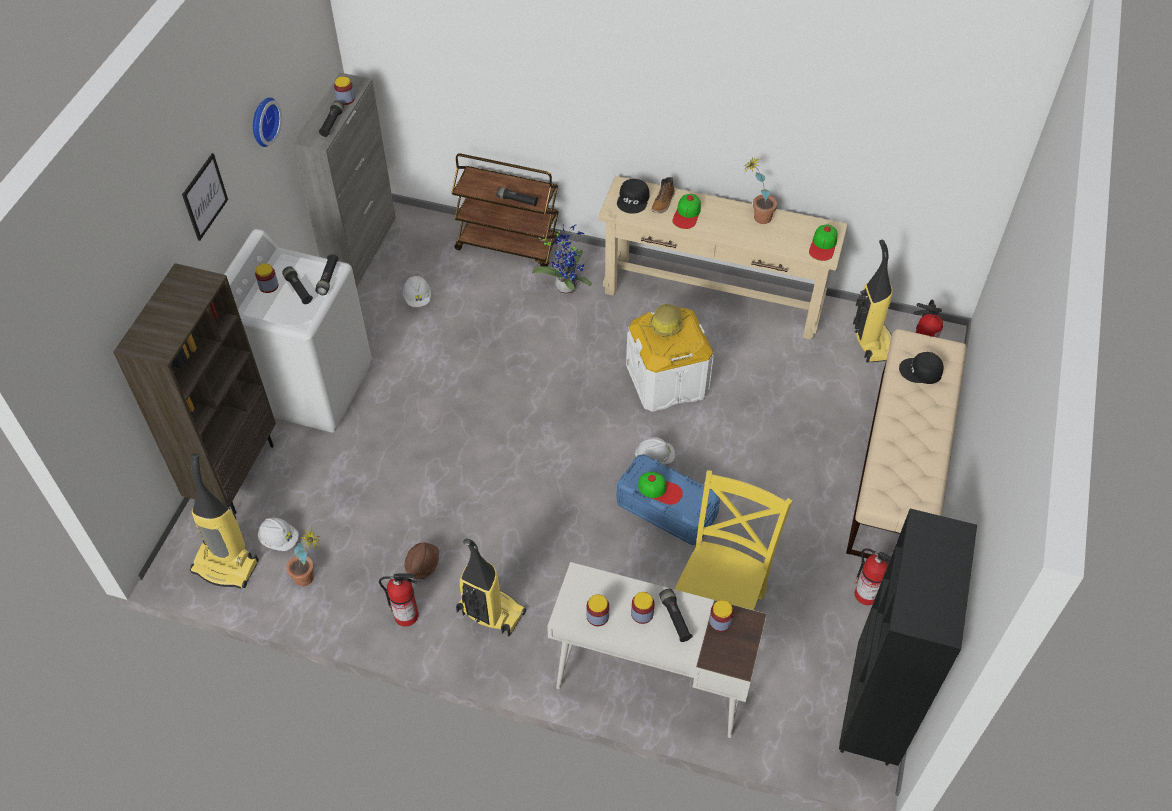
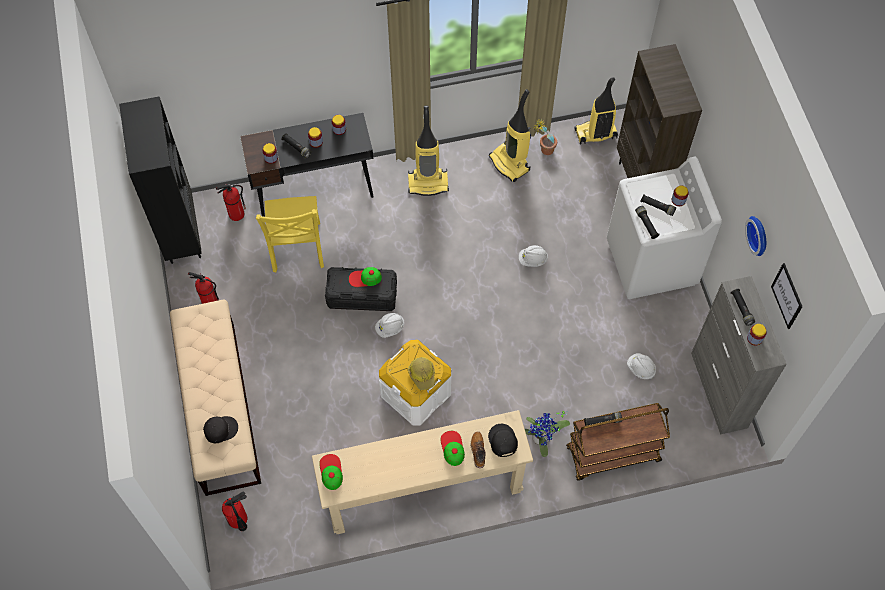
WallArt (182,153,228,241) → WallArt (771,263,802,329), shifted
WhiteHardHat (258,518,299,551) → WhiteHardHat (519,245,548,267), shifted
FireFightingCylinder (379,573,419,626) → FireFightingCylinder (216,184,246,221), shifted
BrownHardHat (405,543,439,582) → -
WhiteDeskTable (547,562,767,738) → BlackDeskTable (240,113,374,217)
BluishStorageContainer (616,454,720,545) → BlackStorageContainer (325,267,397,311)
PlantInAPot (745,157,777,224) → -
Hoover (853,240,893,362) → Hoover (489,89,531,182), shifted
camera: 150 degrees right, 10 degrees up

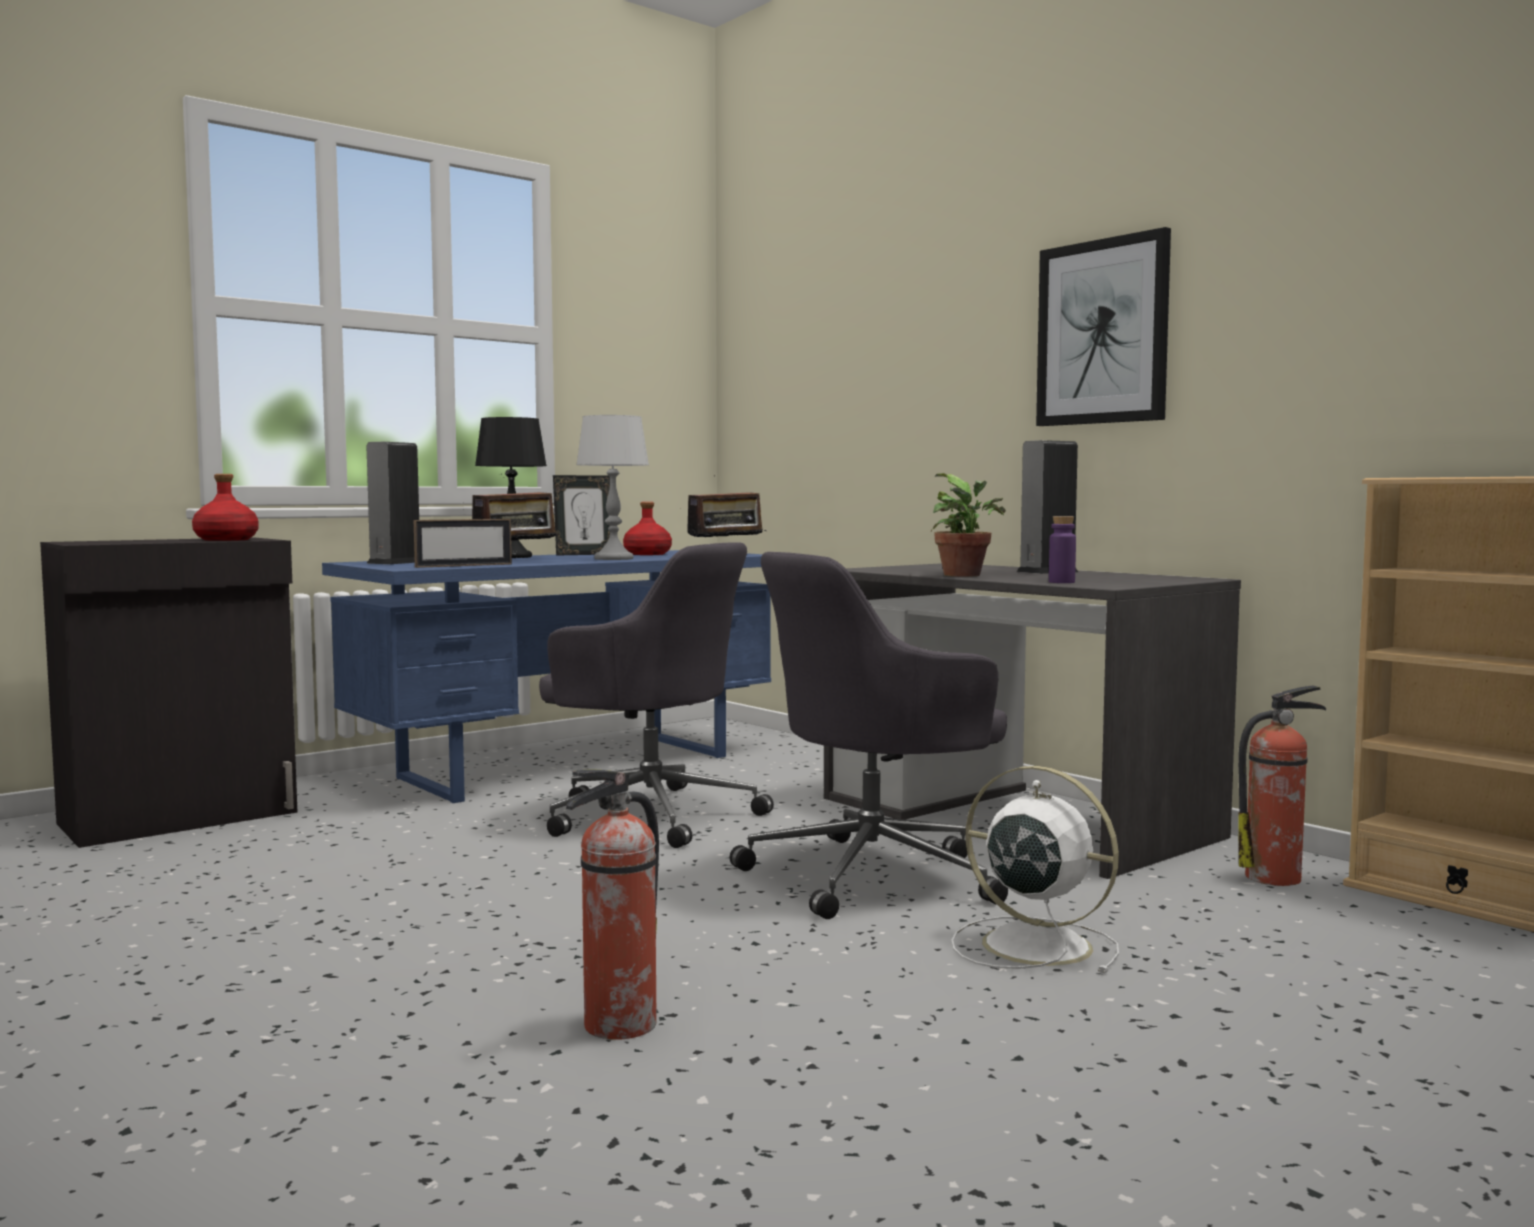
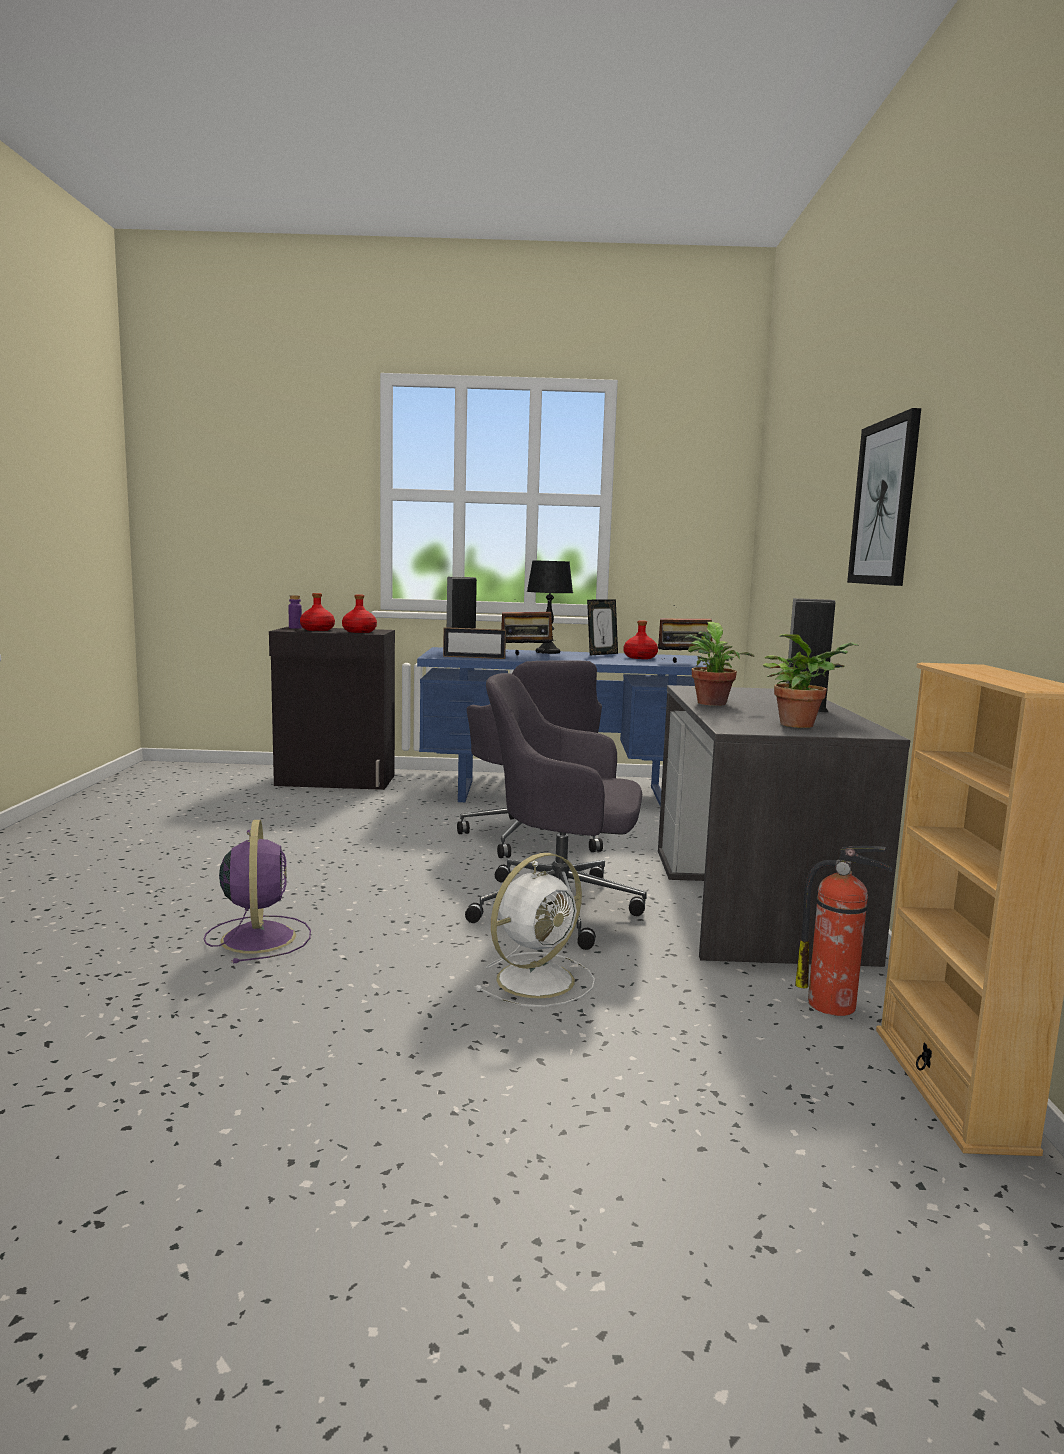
PictureFrame (553,475,610,556) → PictureFrame (587,599,618,655), 60 degrees counterclockwise
FireFightingCylinder (566,770,659,1040) → PurpleElectricFan (204,820,311,963)
GreyishTabletopLamp (576,415,649,560) → -
WhiteElectricFan (951,766,1119,974) → WhiteElectricFan (474,853,595,1007), 60 degrees clockwise
PurpleBeverageBottle (1049,516,1076,583) → PurpleBeverageBottle (289,595,302,629), shifted
- → ReddishBeverageBottle (300,593,335,631)
- → PlantInAPot (762,634,858,728)
camera: 40 degrees right, 5 degrees up

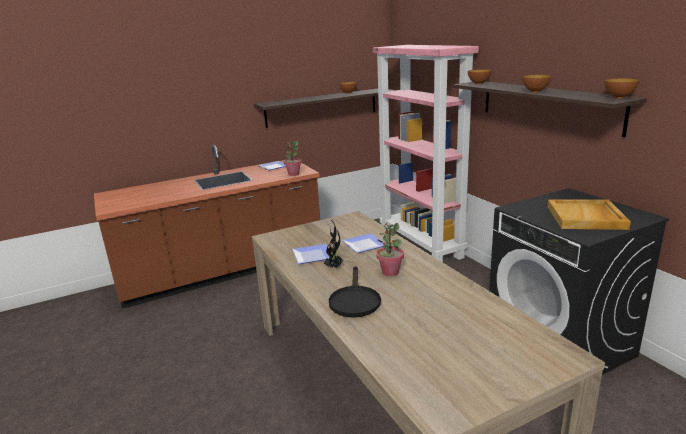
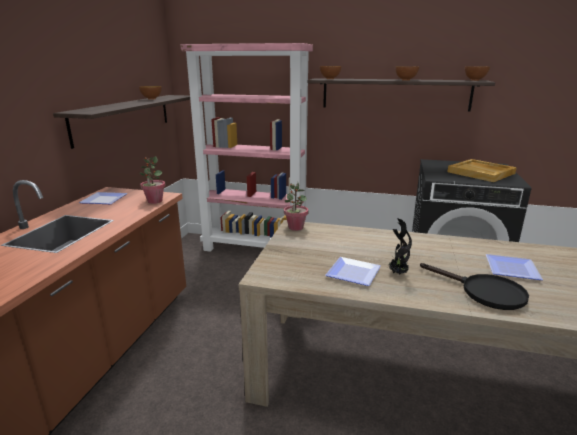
DinnerPlate (342,233,388,253) → DinnerPlate (486,254,543,280), shifted
PlantInAPot (376,223,404,276) → PlantInAPot (284,183,309,231), shifted
camera: 50 degrees left, 0 degrees up

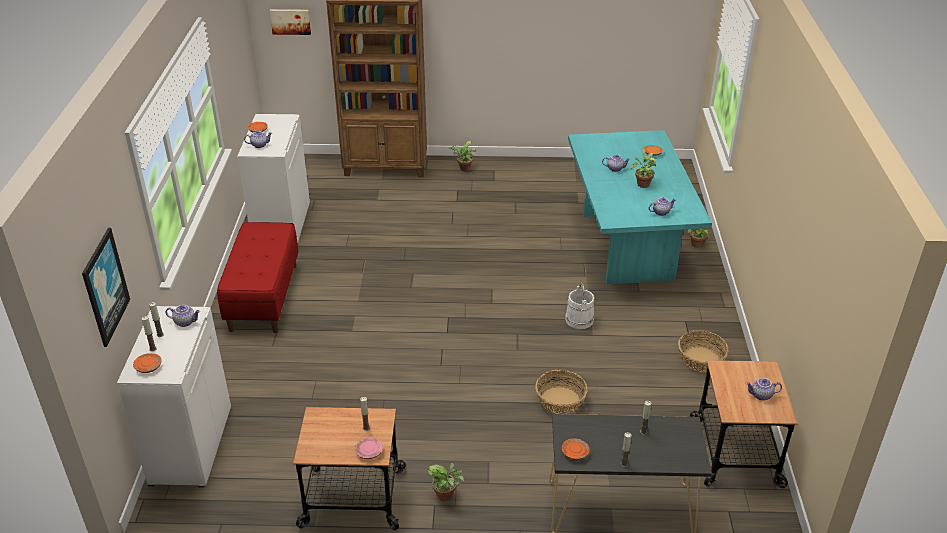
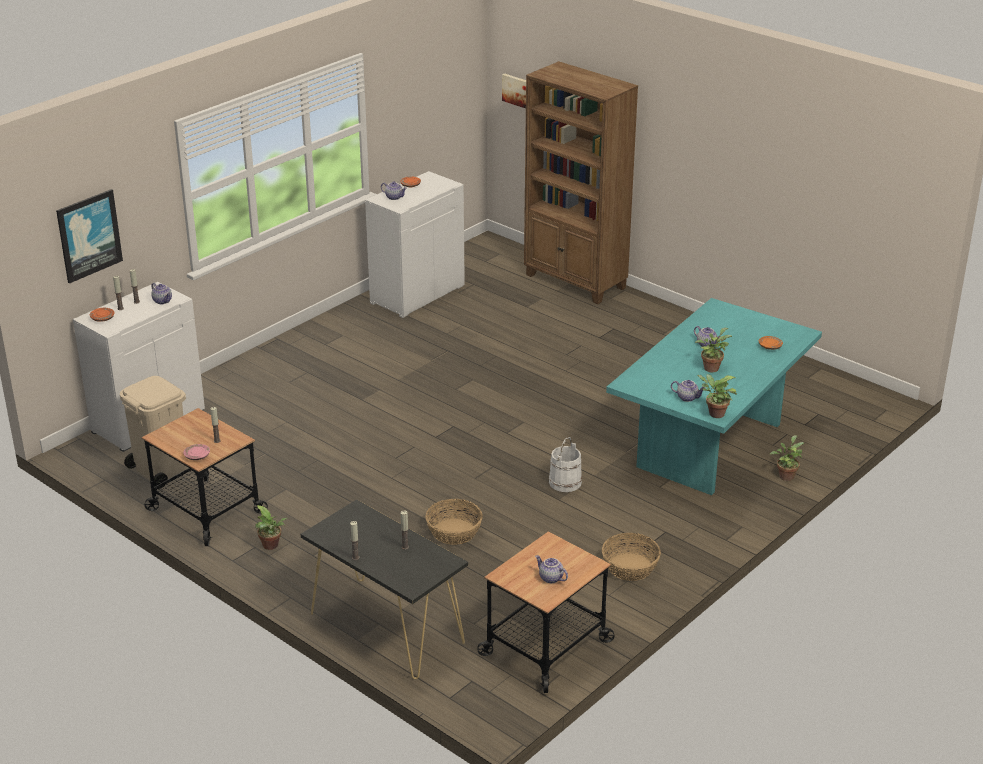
ReddishIndoorBench (217,222,299,333) → -
PlantInAPot (450,141,476,171) → PlantInAPot (697,374,737,418), shifted
OrangeColouredDinnerPlate (562,438,590,460) → -
- → BeigeRubbishBin (120,376,188,489)
camera: 40 degrees right, 5 degrees down

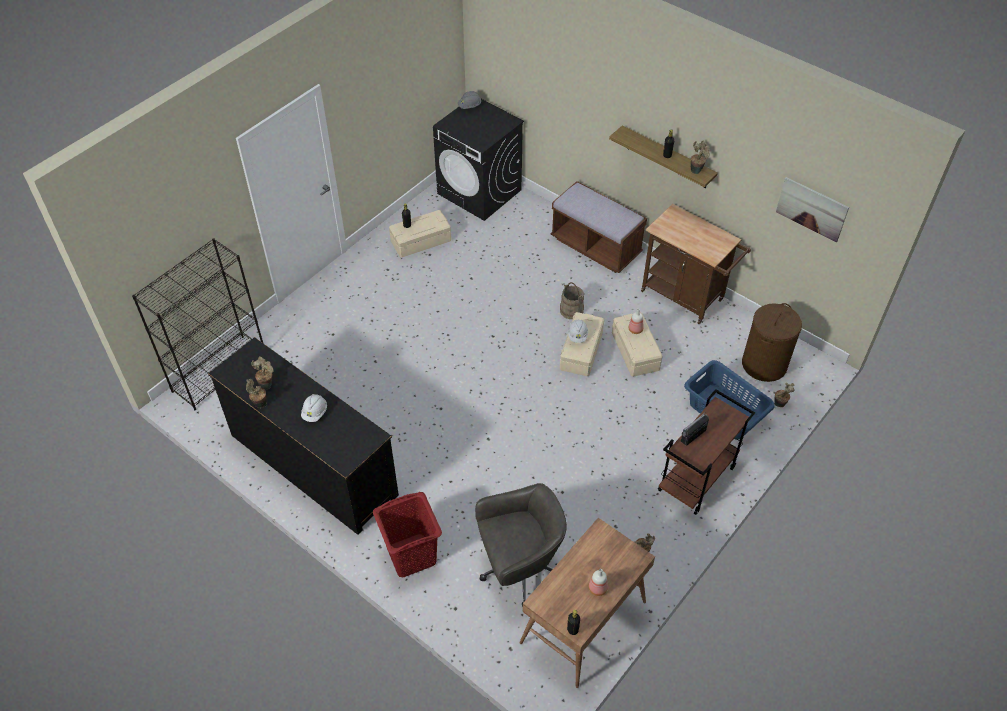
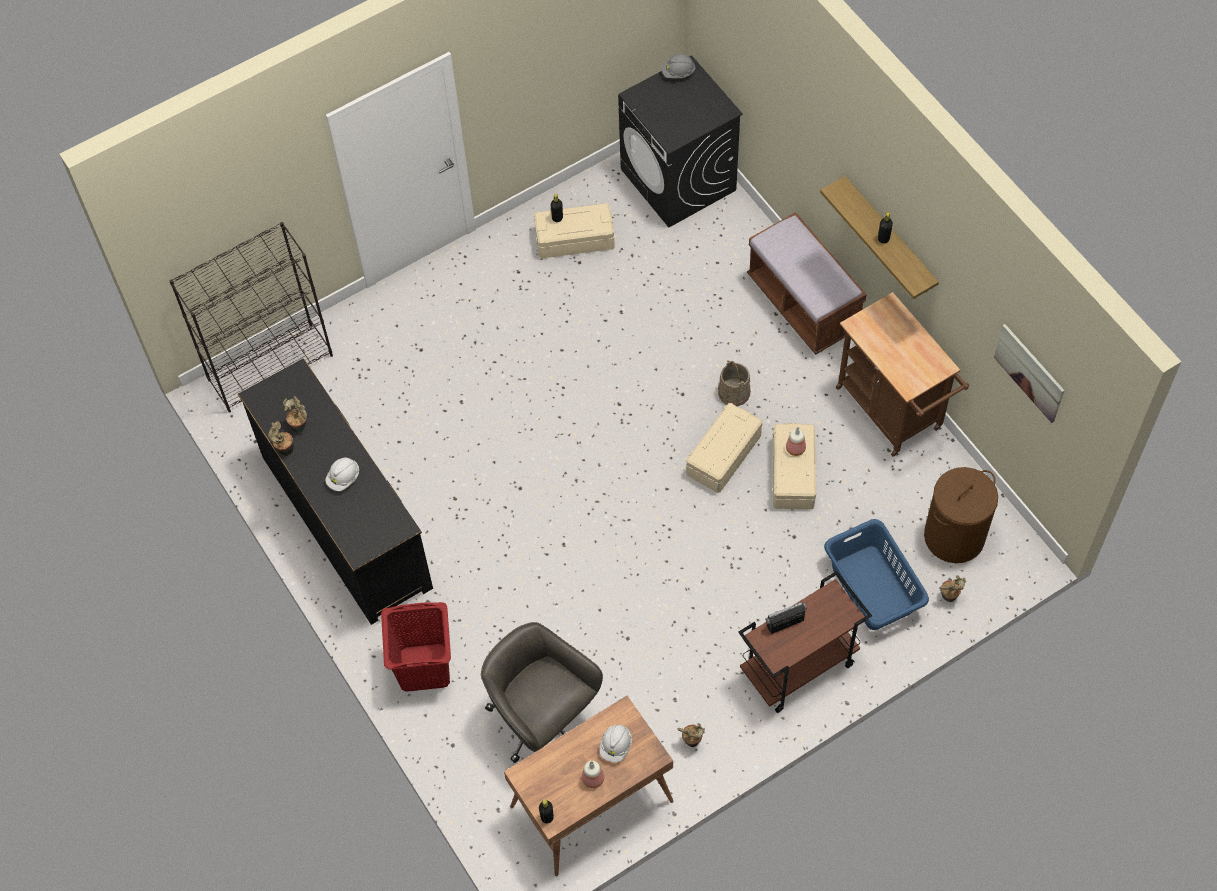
GreyishDeskChair (475,483,567,607) → GreyishDeskChair (481,622,603,763), 135 degrees counterclockwise
WhiteHardHat (568,320,588,343) → WhiteHardHat (600,725,632,763), shifted
PlantInAPot (691,141,710,174) → -
camera: 20 degrees right, 10 degrees up

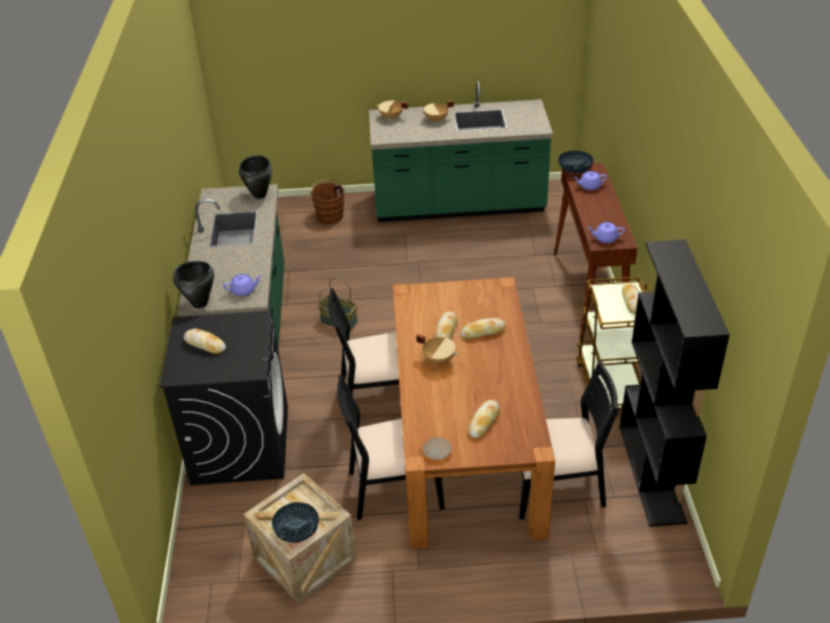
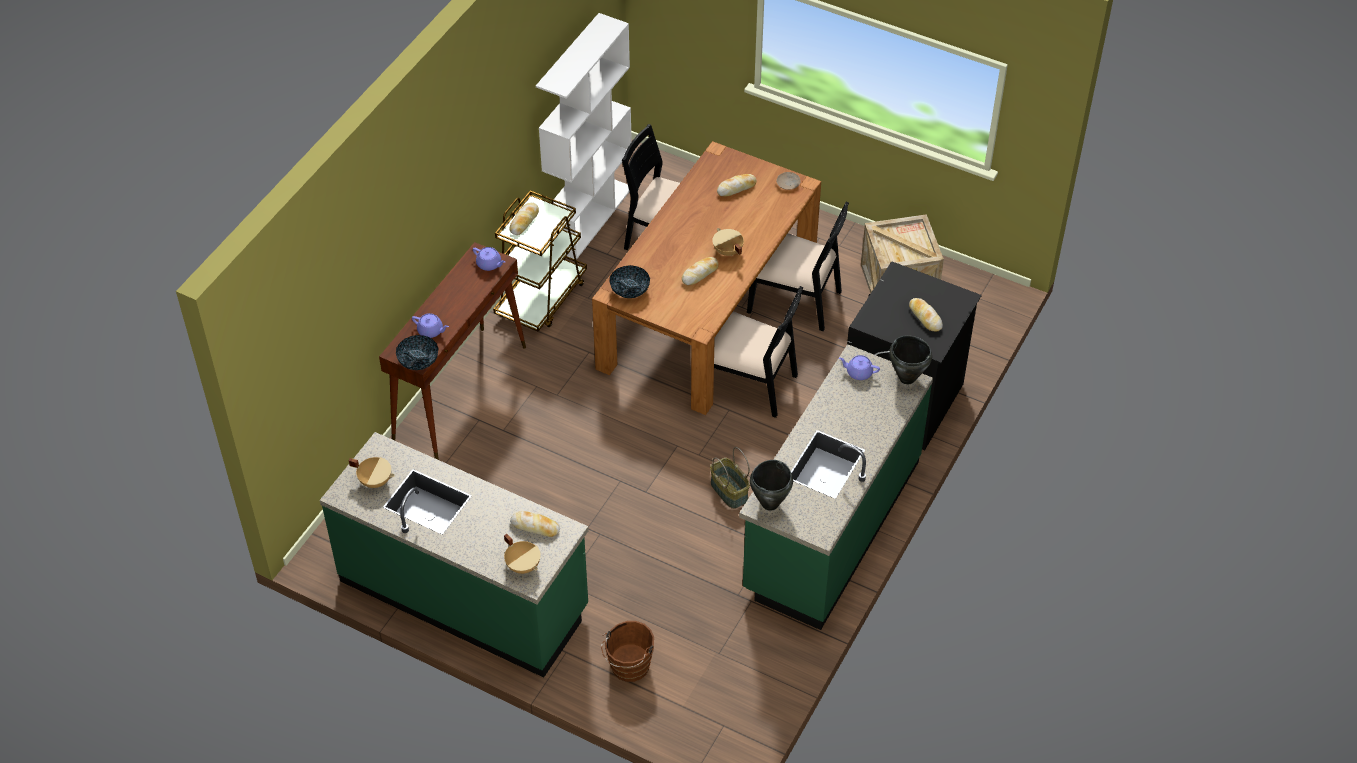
Bowl (272,502,319,543) → Bowl (610,265,650,298), shifted
BeigeSaucepot (421,100,454,123) → BeigeSaucepot (349,457,395,488), shifted
BakedBread (461,318,506,339) → BakedBread (510,511,560,537), shifted
BlackShelvingUnit (620,239,730,527) → WhiteShelvingUnit (536,13,632,260)
camera: 150 degrees left, 10 degrees up

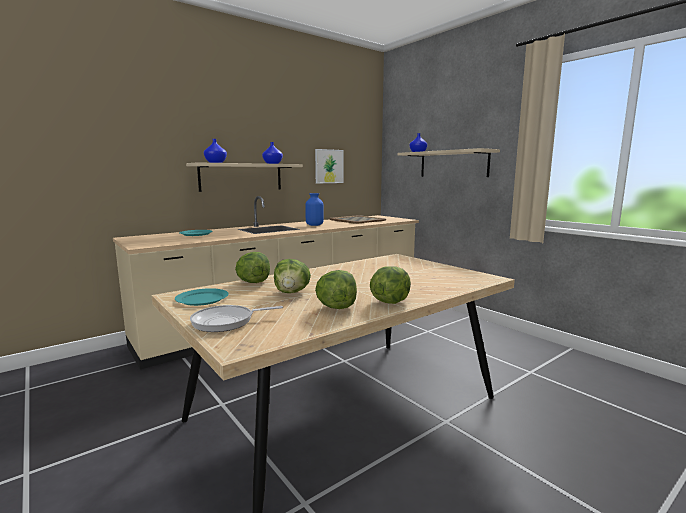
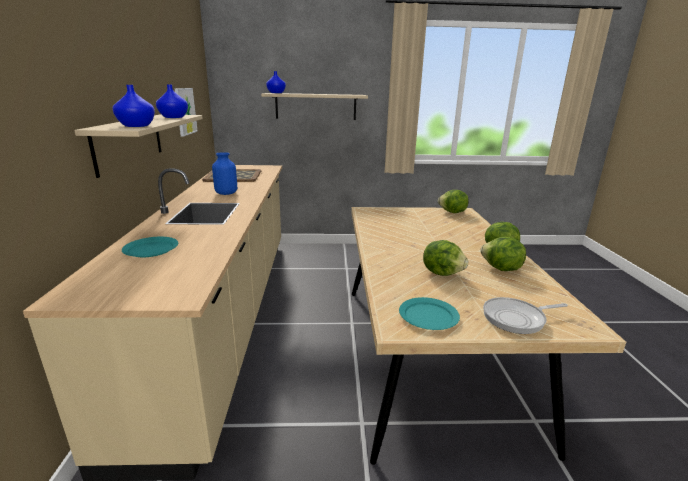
Skillet (190,305,283,332) → Skillet (483,297,568,334), 60 degrees clockwise
Lettuce (235,252,270,283) → Lettuce (438,190,469,213), shifted
camera: 55 degrees left, 10 degrees up

